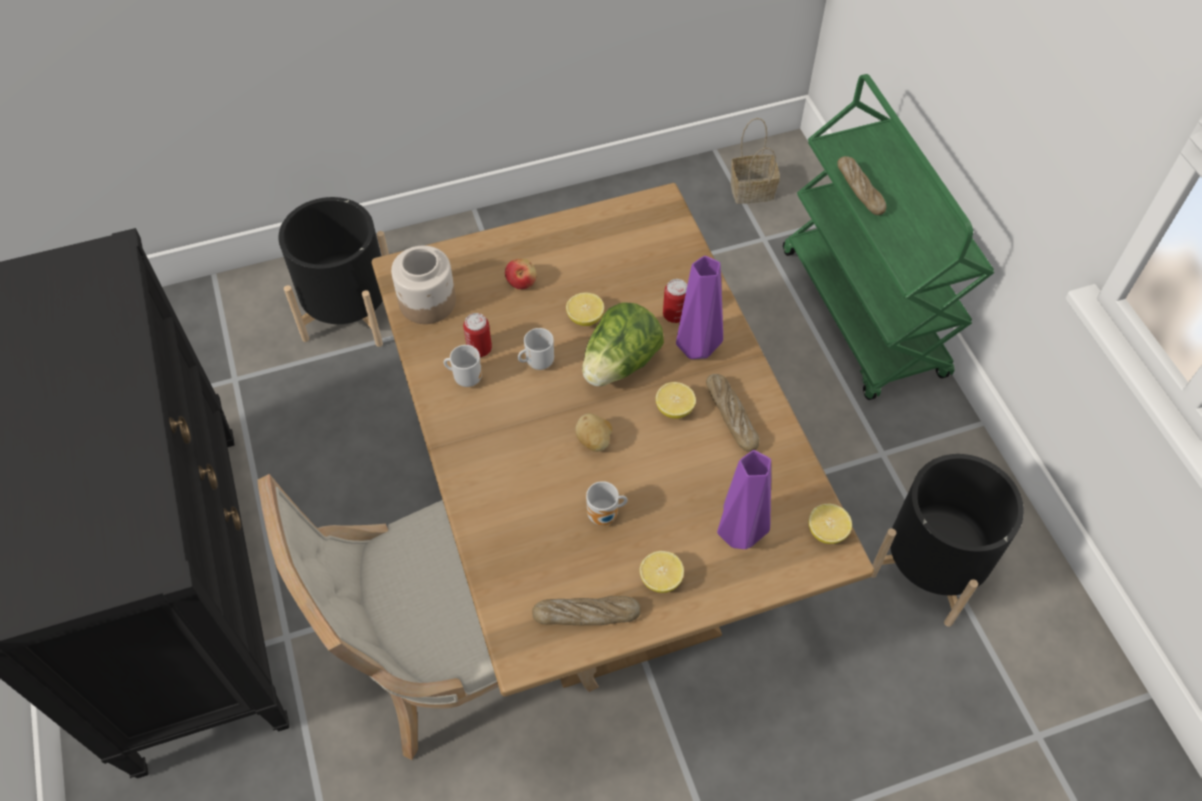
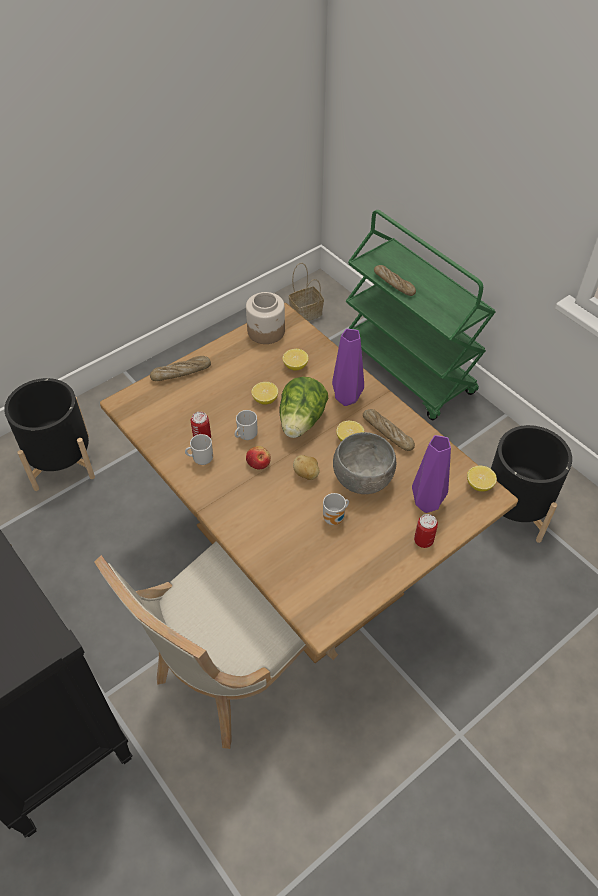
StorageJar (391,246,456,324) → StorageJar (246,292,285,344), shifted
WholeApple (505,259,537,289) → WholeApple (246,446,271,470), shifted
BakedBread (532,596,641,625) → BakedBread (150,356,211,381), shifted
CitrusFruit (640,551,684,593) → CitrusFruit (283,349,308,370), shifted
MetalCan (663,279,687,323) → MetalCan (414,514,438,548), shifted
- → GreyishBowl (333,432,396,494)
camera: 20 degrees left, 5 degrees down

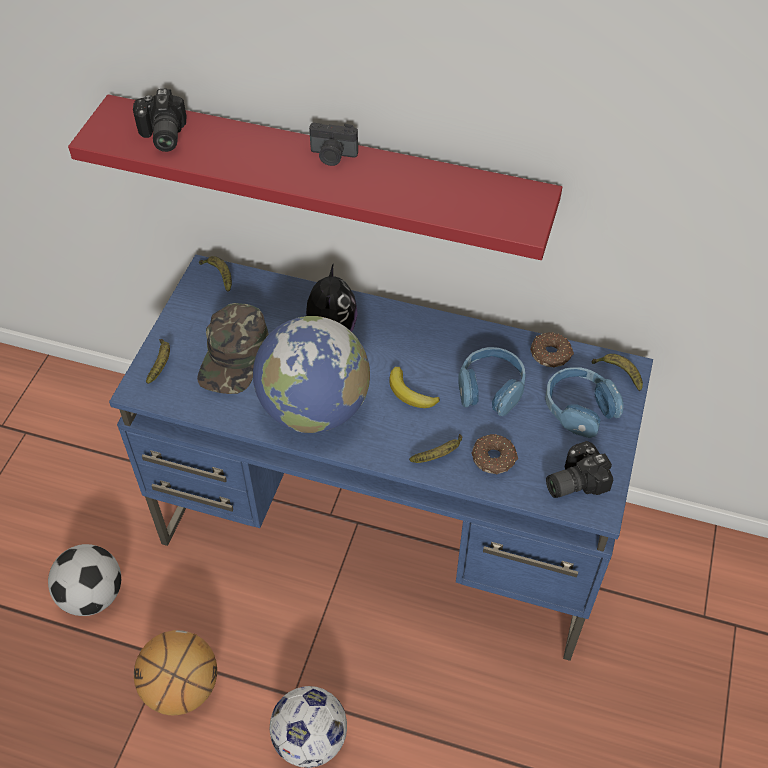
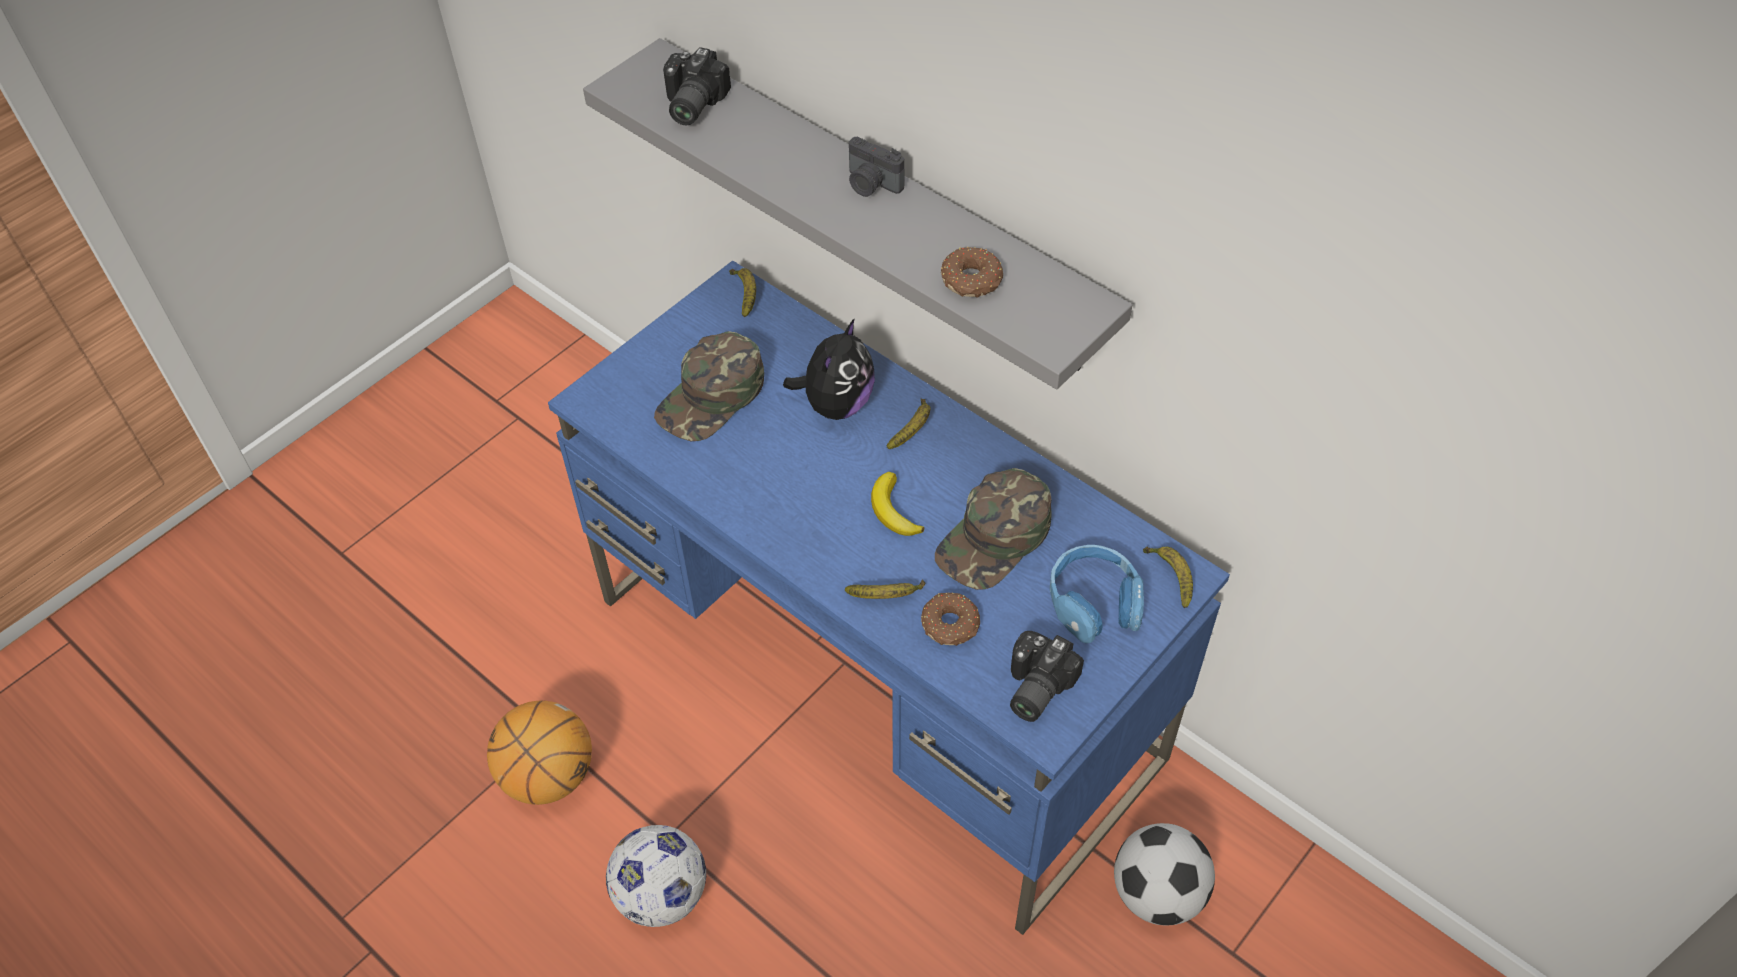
FootballBall (48,544,121,616) → FootballBall (1114,823,1215,925), shifted
ReddishBracketShelf (68,94,562,260) → GreyishBracketShelf (583,38,1132,390)
Banana (146,339,170,384) → Banana (887,399,931,449), shifted
DeskGlobe (253,316,370,433) → -
BluishHeadphones (458,347,526,416) → GreenPeakedCap (935,468,1052,590)
Doughnut (530,332,574,368) → Doughnut (941,247,1003,298), shifted
PhotoCamera (546,441,613,498) → PhotoCamera (1010,631,1084,722), 60 degrees counterclockwise
camera: 25 degrees right, 0 degrees up

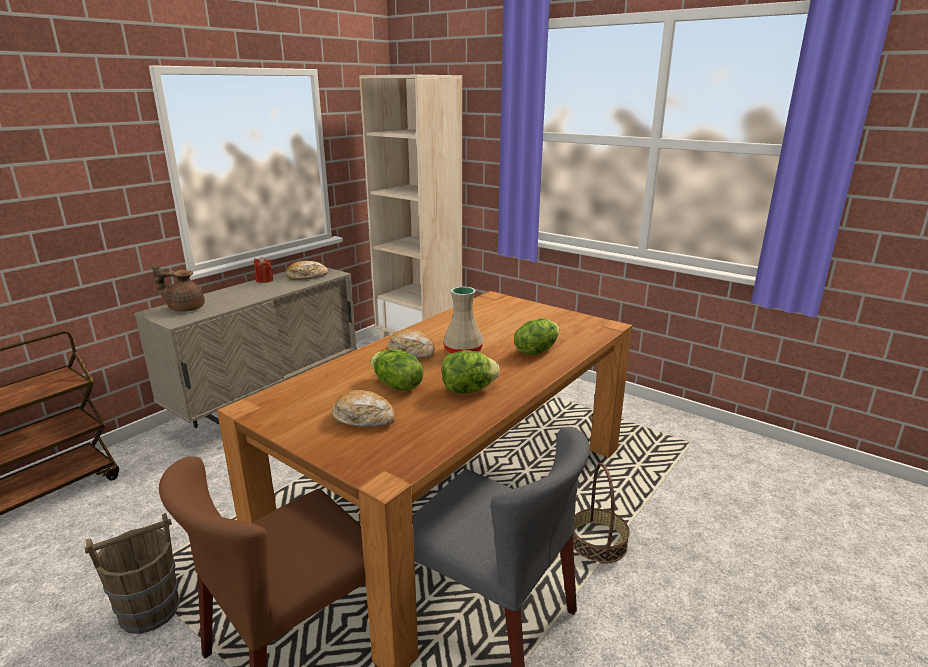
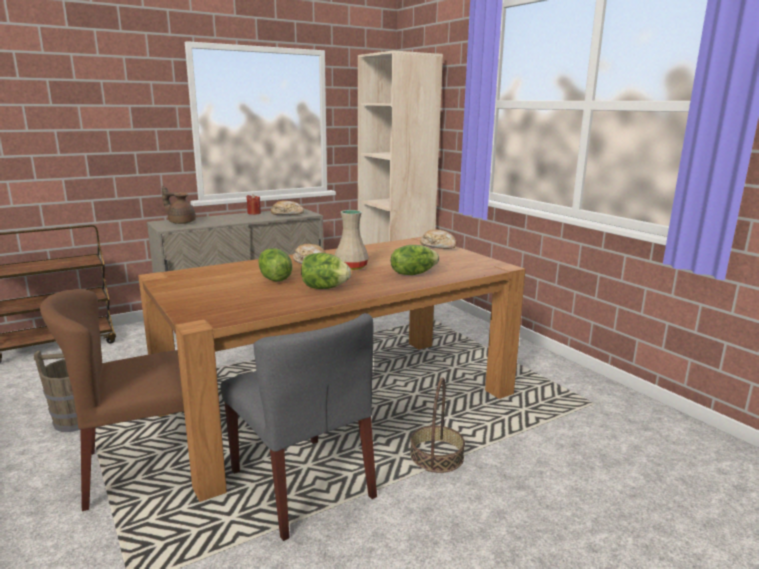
BakedBread (332,390,395,427) → BakedBread (420,230,457,249), shifted
camera: 20 degrees right, 5 degrees down

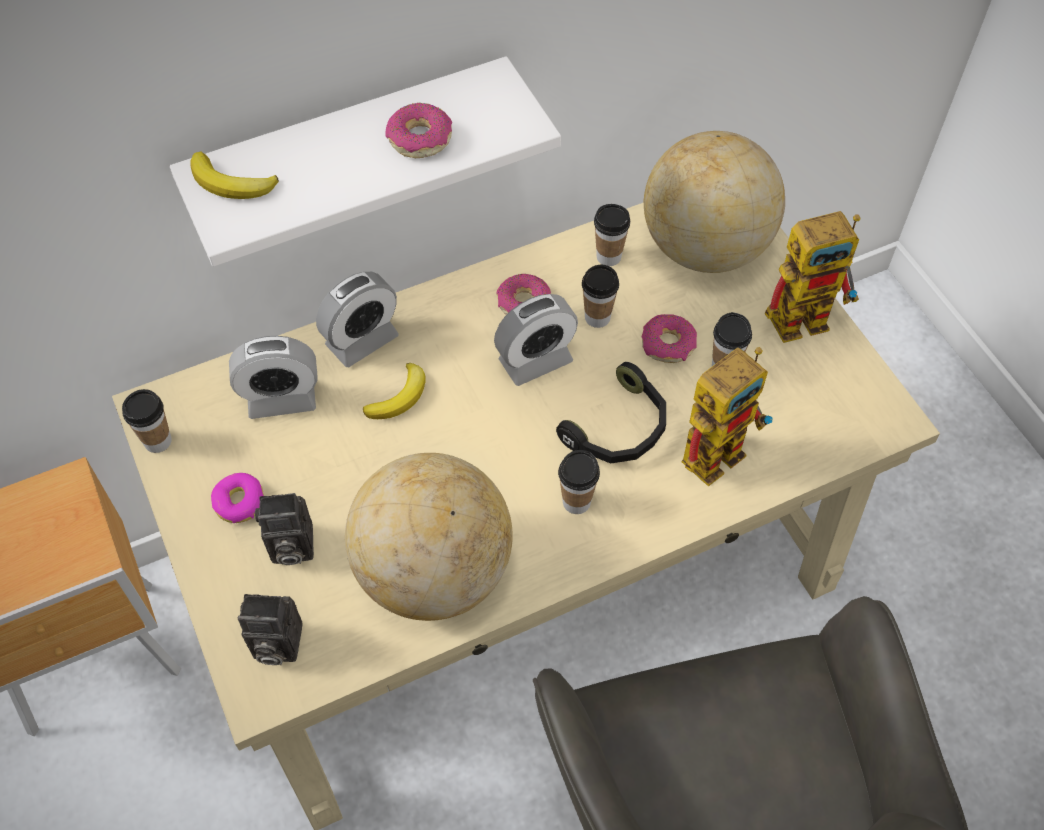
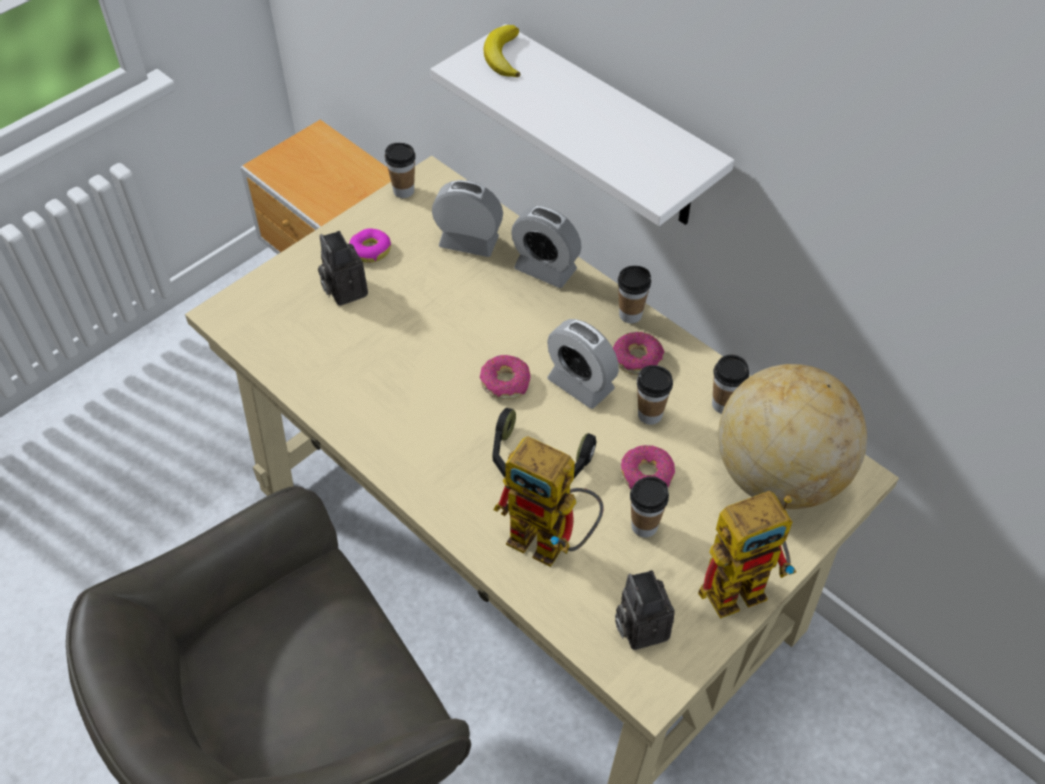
TableClock (229,336,318,419) → TableClock (432,180,503,257), 135 degrees clockwise
PhotoCamera (237,594,303,665) → PhotoCamera (615,570,675,650), shifted
DeskGlobe (345,453,513,621) → -
Banana (363,363,426,419) → -
Doughnut (385,103,452,158) → Doughnut (480,355,531,399), shifted
DrinkingCup (558,450,600,514) → DrinkingCup (618,266,651,324), shifted
RobotFigure (765,211,861,343) → RobotFigure (698,491,796,619), 75 degrees counterclockwise
camera: 70 degrees right, 5 degrees down

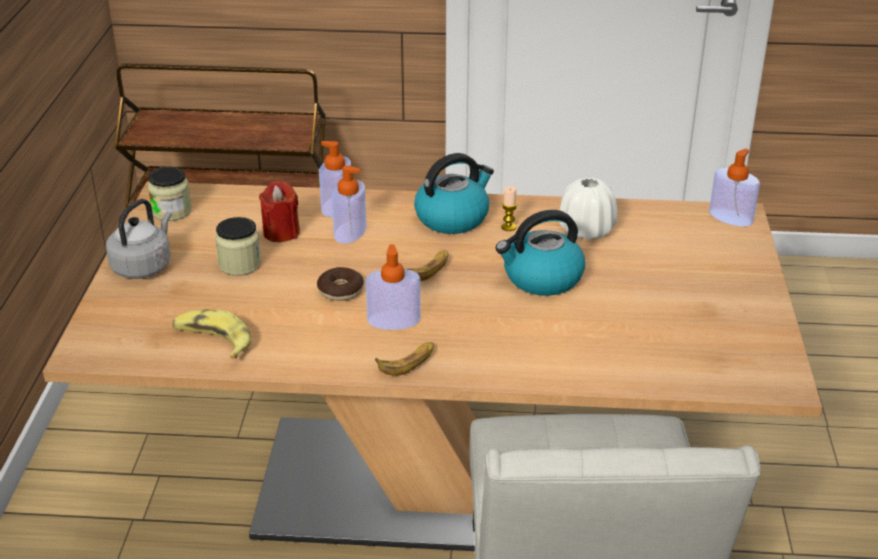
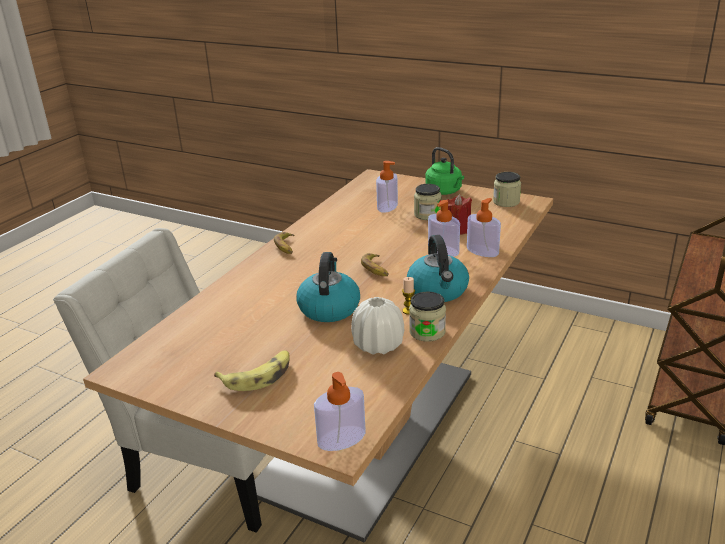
GreyishWaterKettle (106,199,172,279) → GreenWaterKettle (425,147,464,195)
Banana (173,310,251,359) → Banana (214,350,290,391), shifted
Doughnut (317,267,364,301) → -
SoapDispenser (366,244,421,330) → SoapDispenser (376,161,398,213), shifted
- → StorageJar (409,292,446,342)
camera: 115 degrees right, 5 degrees down

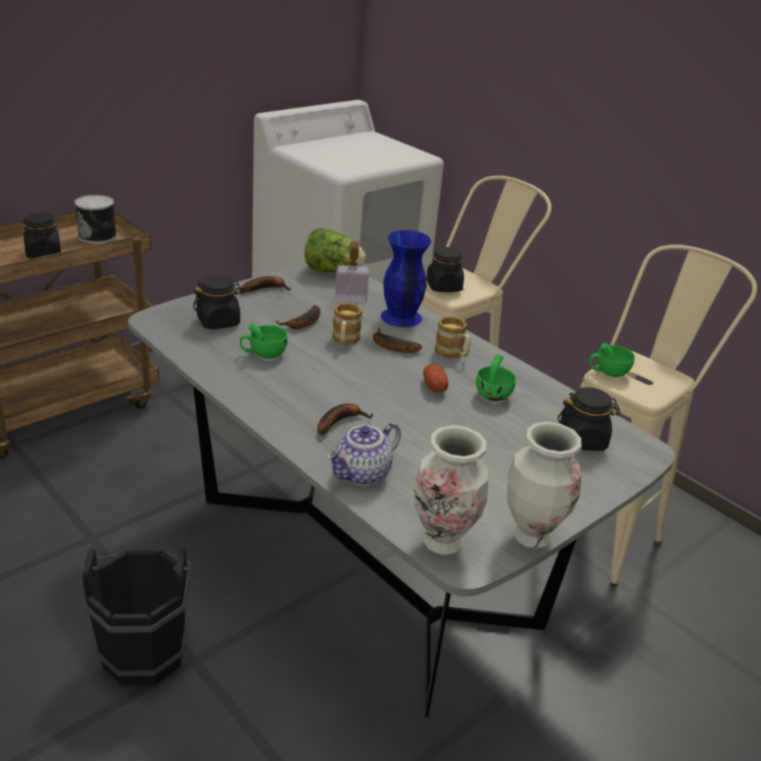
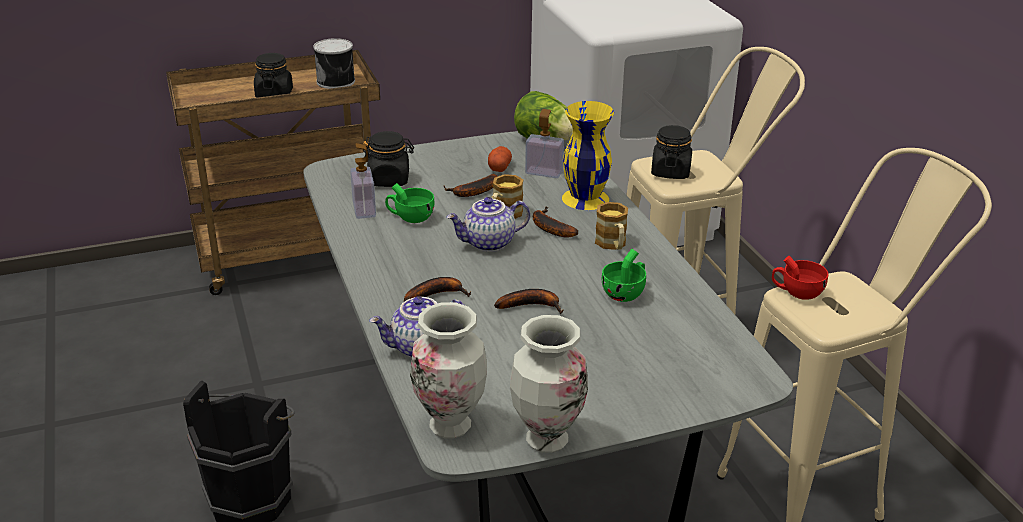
Banana (241,276,291,293) → Banana (494,289,563,314), shifted
BluishVase (381,230,431,327) → YellowVase (562,101,614,210)
WholePotato (423,364,448,392) → WholePotato (488,146,512,172), shifted
BlackStorageJar (558,387,621,451) → -
GreenDrinkingCup (589,343,635,377) → ReddishDrinkingCup (772,256,828,300)
- → SoapDispenser (350,143,376,219)
- → Teapot (446,197,530,252)
camera: 25 degrees right, 0 degrees up

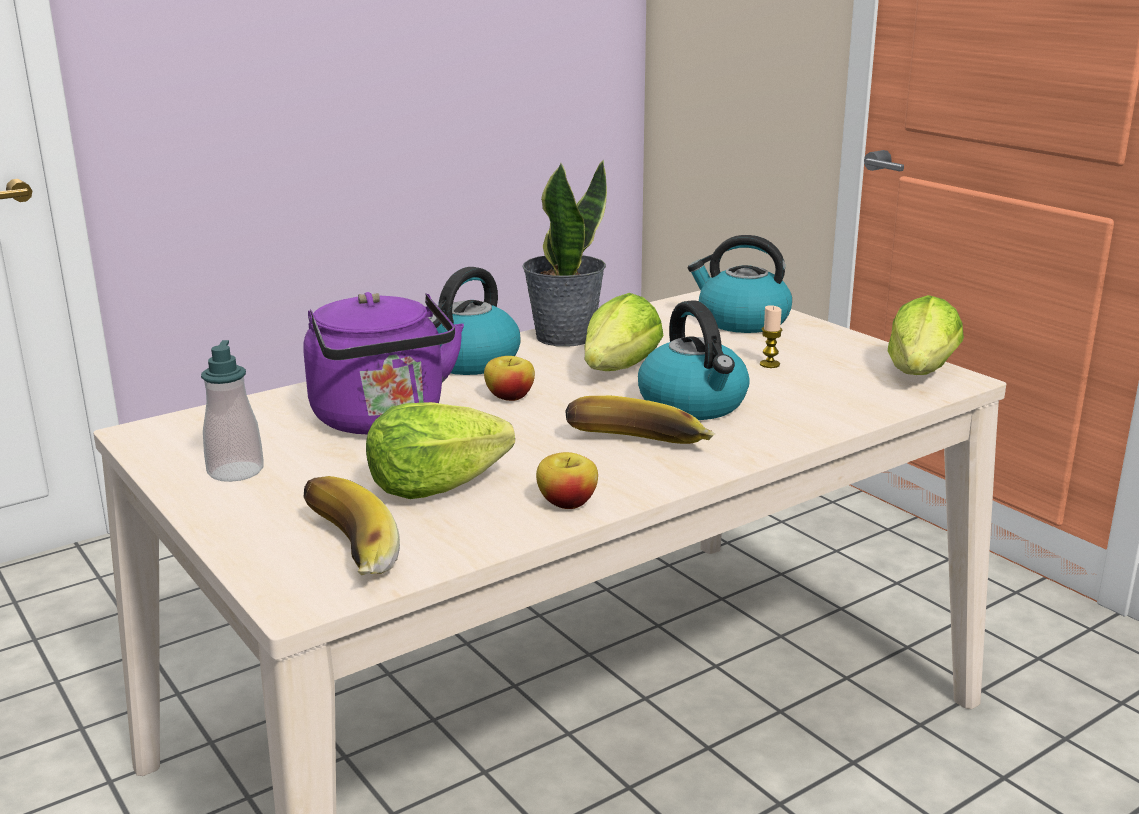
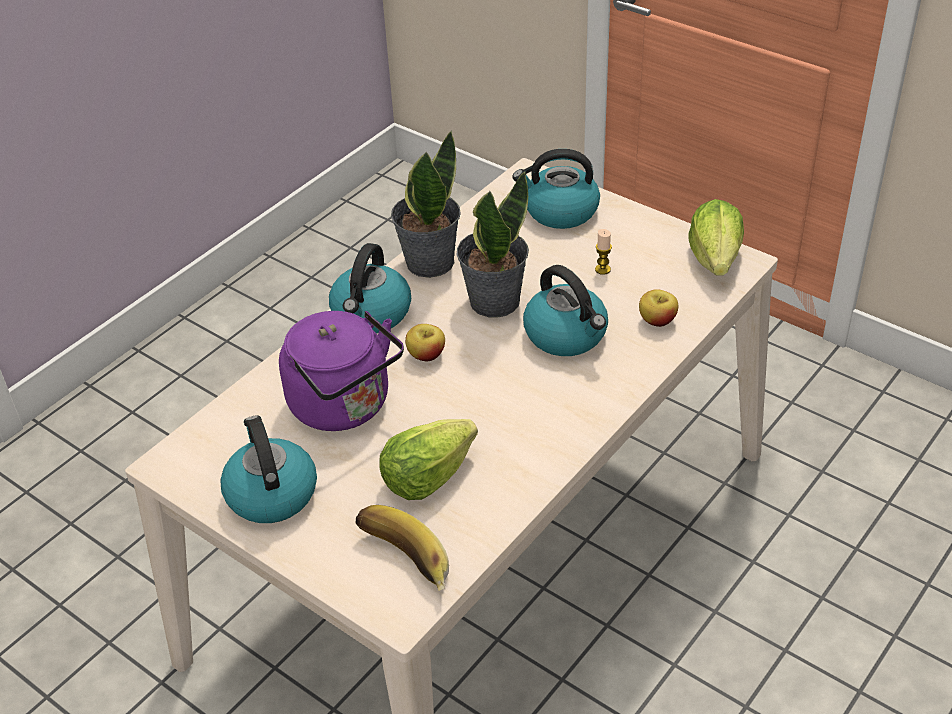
SoapDispenser (201,340,264,482) → WaterKettle (220,416,317,523)
WholeApple (536,452,598,509) → WholeApple (639,289,678,327), shifted
Banana (565,395,715,444) → -
Lettuce (584,293,664,371) → PlantInAPot (457,172,529,317)
camera: 15 degrees left, 20 degrees up

